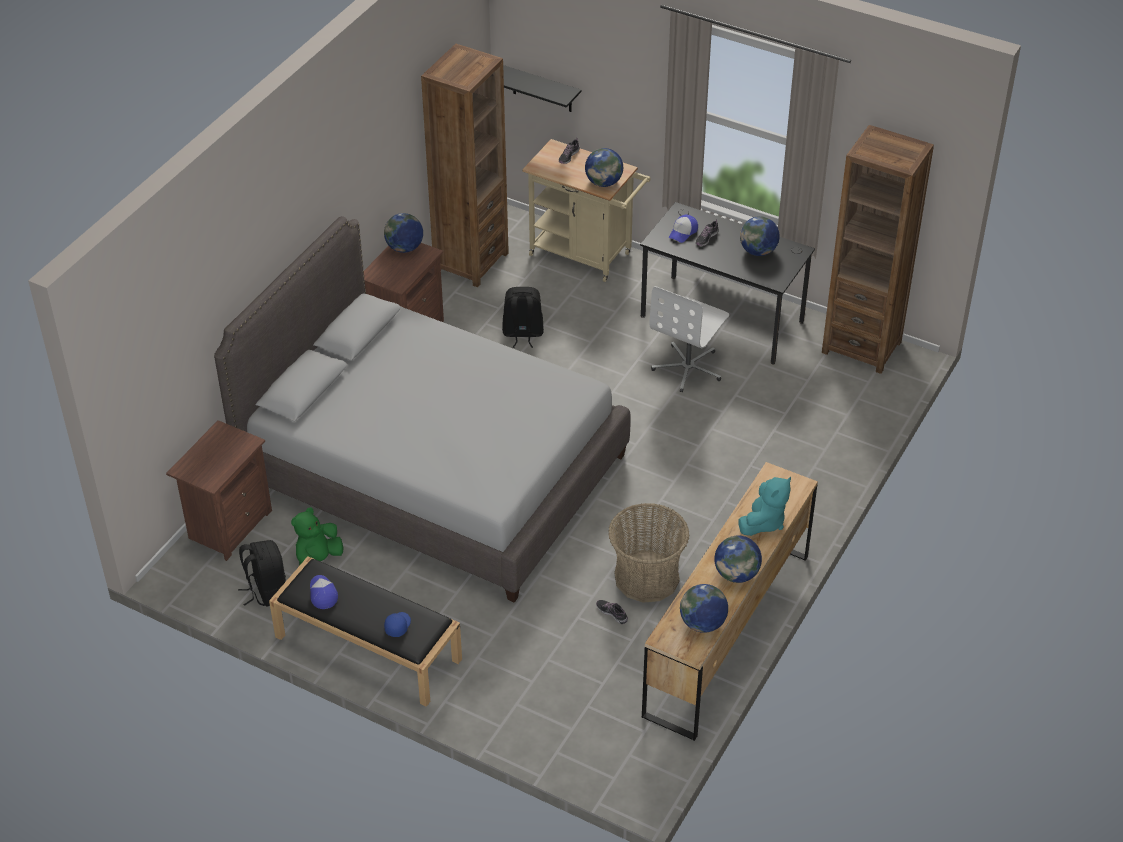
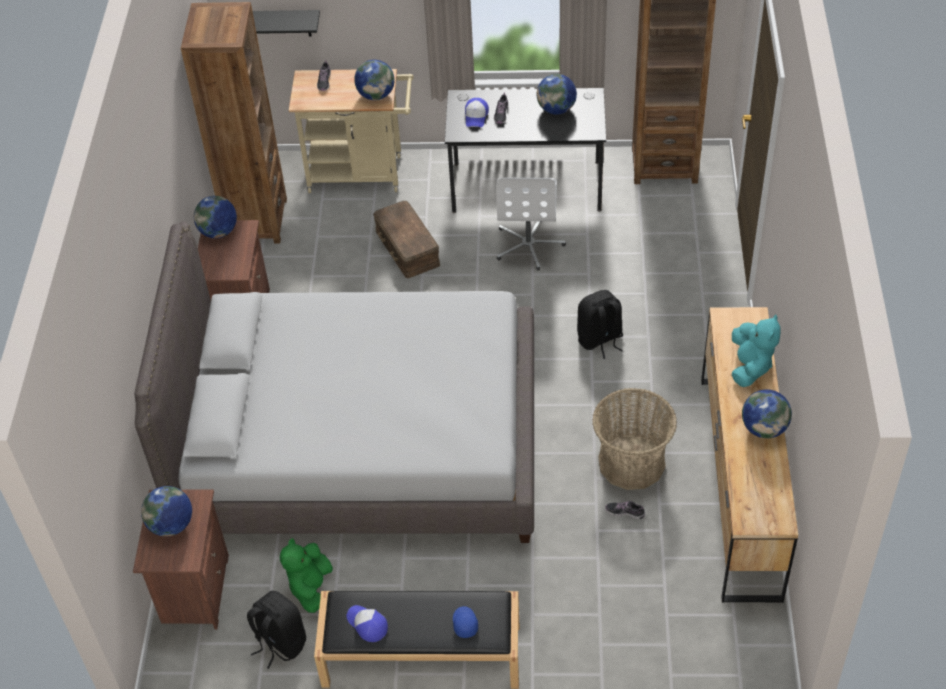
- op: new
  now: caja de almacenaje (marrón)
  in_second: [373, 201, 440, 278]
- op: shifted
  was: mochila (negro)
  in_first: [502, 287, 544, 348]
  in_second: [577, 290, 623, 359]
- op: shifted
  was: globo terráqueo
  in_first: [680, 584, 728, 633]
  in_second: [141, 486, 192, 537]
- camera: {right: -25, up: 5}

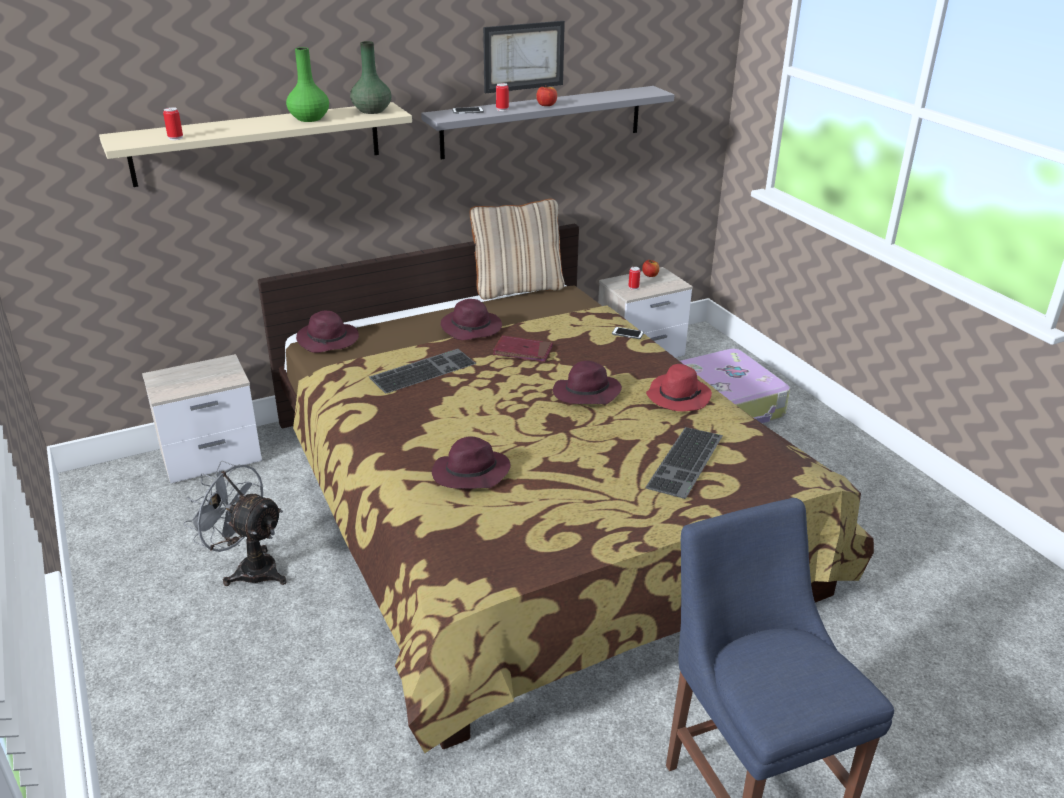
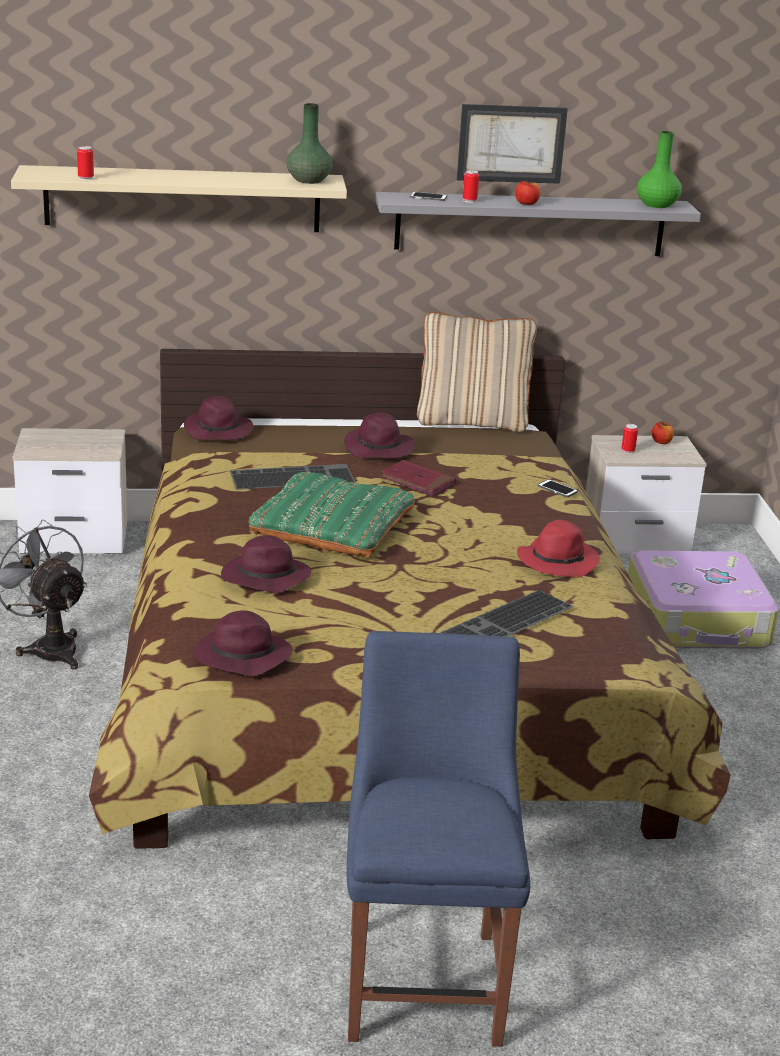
- op: new
  now: cojín (verde)
  in_second: [248, 472, 415, 558]
- op: shifted
  was: florero (verde)
  in_first: [286, 47, 329, 122]
  in_second: [637, 131, 682, 208]
- op: shifted
  was: sombrero (morado)
  in_first: [553, 361, 622, 404]
  in_second: [193, 611, 293, 676]
- camera: {right: 20, up: -5}

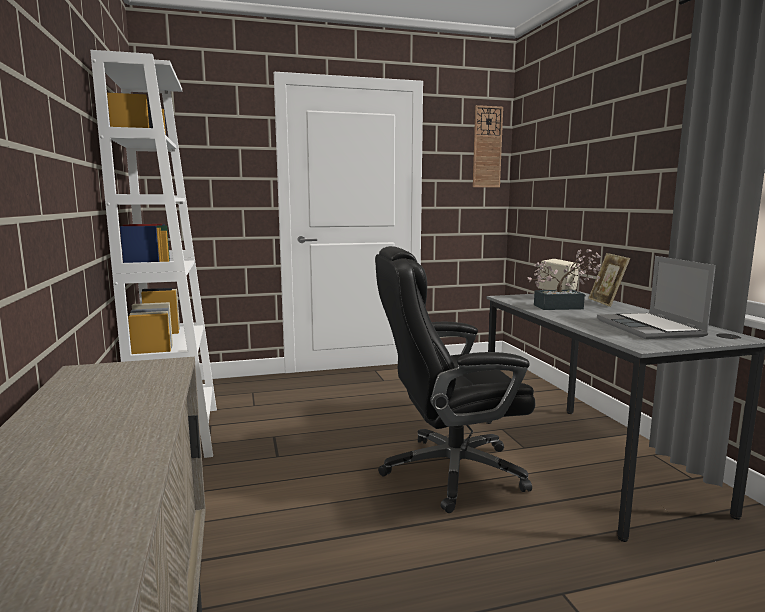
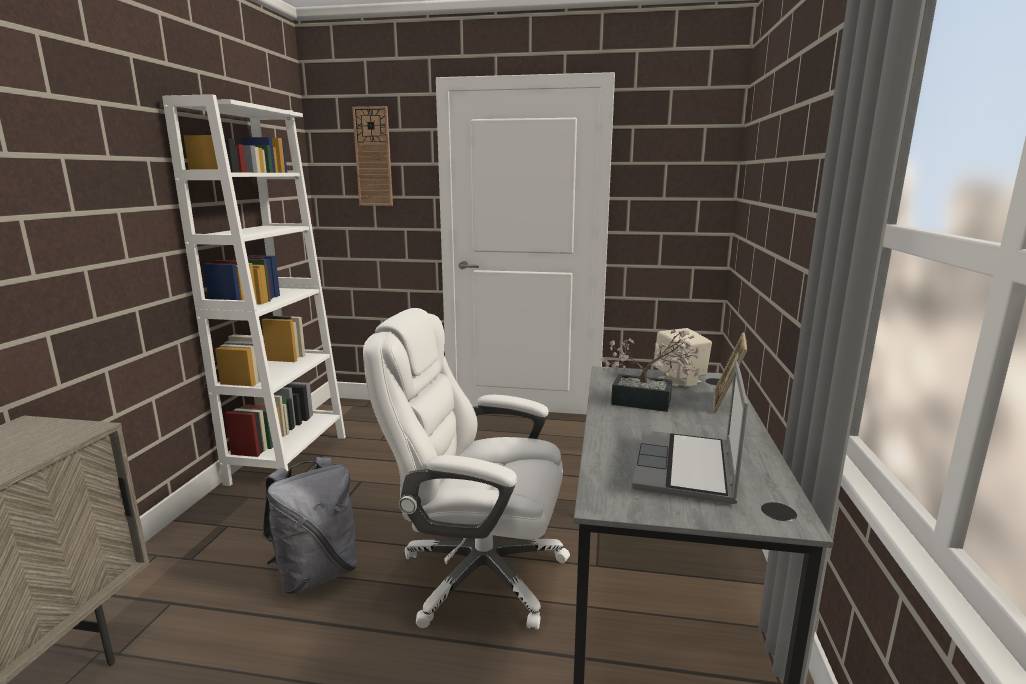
- op: new
  now: mochila (gris)
  in_second: [262, 457, 357, 594]
- op: shifted
  was: reloj de pared
  in_first: [473, 105, 503, 187]
  in_second: [352, 106, 393, 206]
- op: repainted
  was: silla de oficina (negro)
  now: silla de oficina (blanco)
  in_first: [375, 246, 535, 513]
  in_second: [363, 308, 570, 630]
- camera: {right: 25, up: 5}

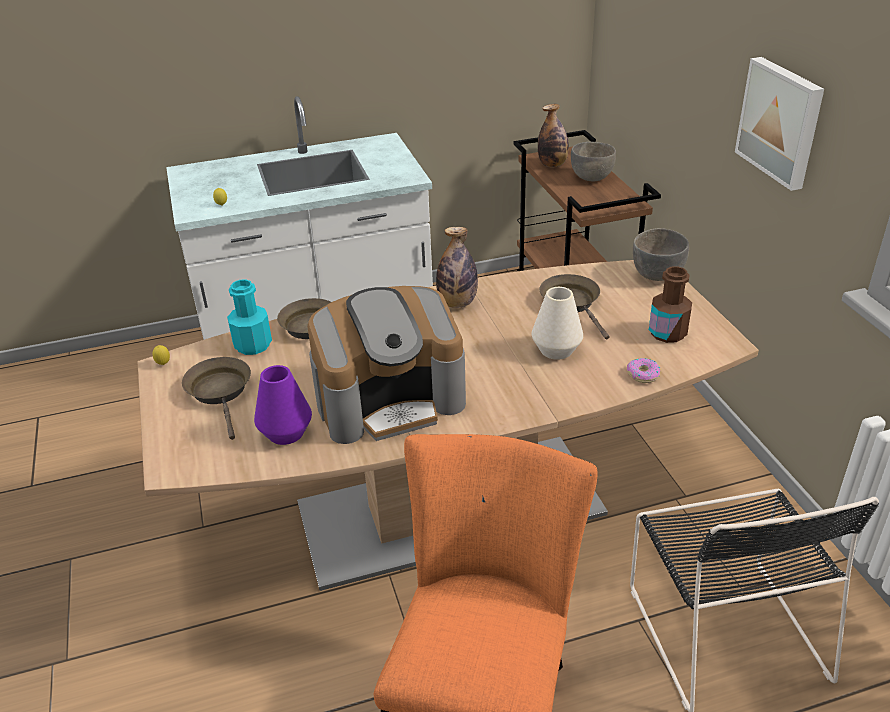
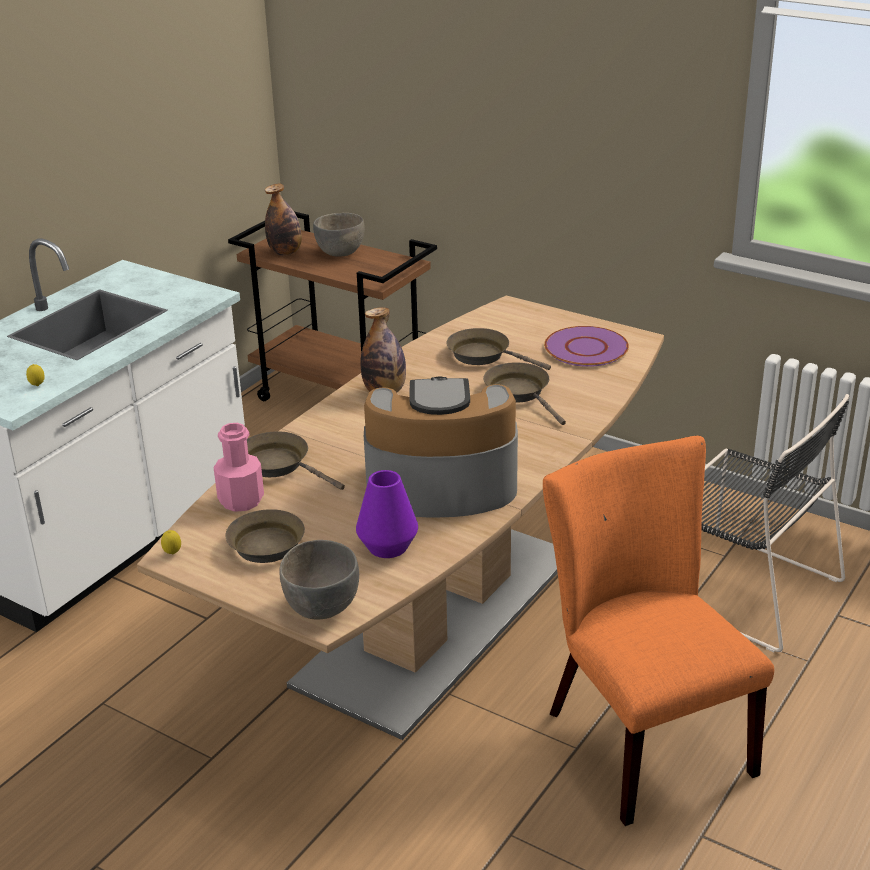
- op: gone
  was: rosquilla
  in_first: [627, 358, 660, 383]
- op: gone
  was: cuadro
  in_first: [735, 57, 824, 191]
- op: shifted
  was: cuenco (gris)
  in_first: [633, 228, 689, 281]
  in_second: [280, 540, 359, 619]
- op: swapped
  was: florero (blanco)
  now: sartén (marrón)
  in_first: [532, 287, 583, 360]
  in_second: [483, 362, 566, 425]
- op: swapped
  was: botella (marrón)
  now: plato (morado)
  in_first: [649, 266, 692, 343]
  in_second: [544, 326, 629, 367]
- op: repainted
  was: botella (turquesa)
  now: botella (rosa)
  in_first: [227, 279, 272, 355]
  in_second: [213, 423, 264, 512]
- op: rotated
  was: cafetera
  in_first: [307, 286, 466, 444]
  in_second: [364, 377, 518, 518]
  clockwise: -120
- camera: {right: -40, up: -5}

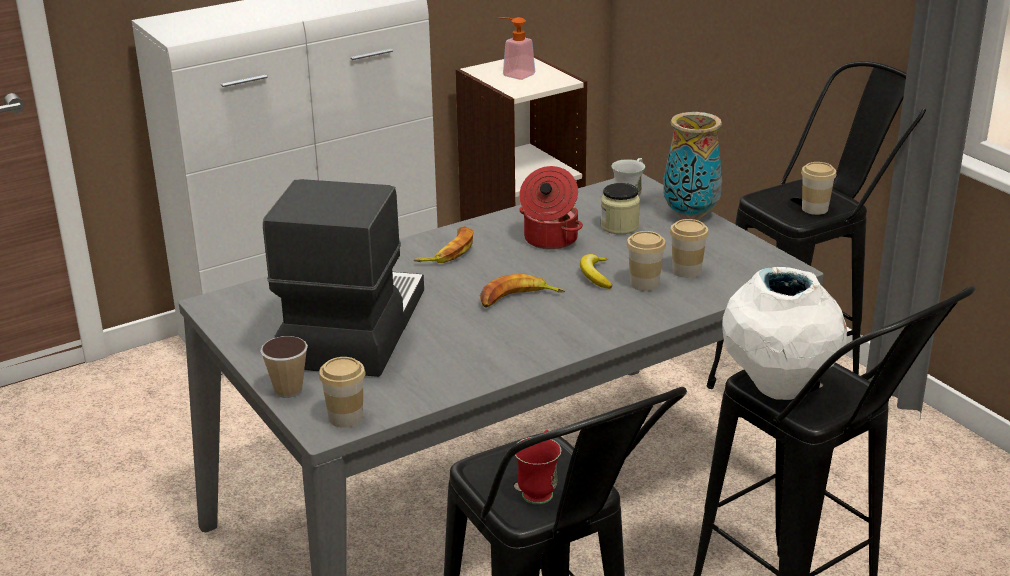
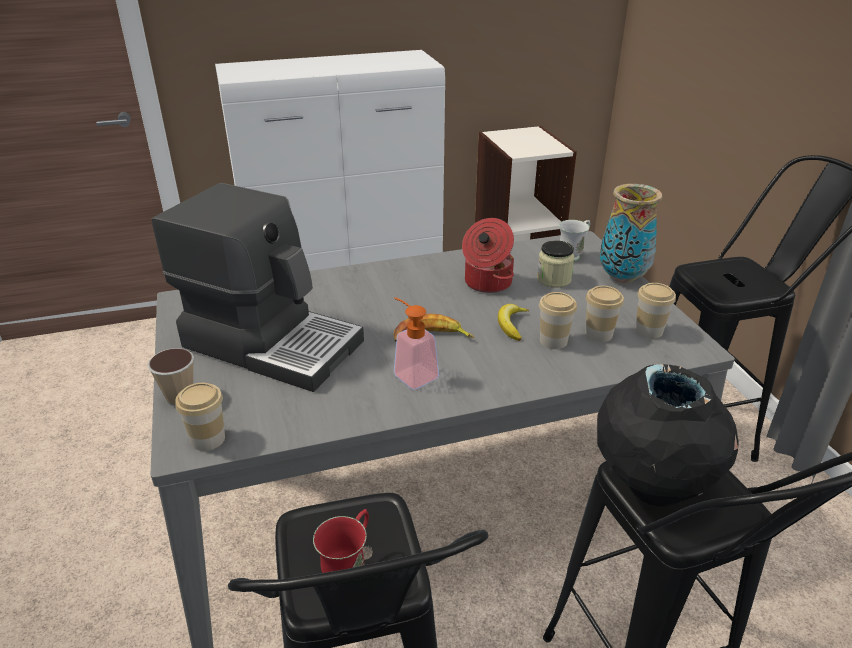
- op: gone
  was: plátano
  in_first: [414, 226, 473, 263]
- op: shifted
  was: dispensador de jabón
  in_first: [499, 17, 535, 80]
  in_second: [394, 297, 439, 390]
- op: shifted
  was: taza
  in_first: [801, 162, 837, 215]
  in_second: [635, 283, 676, 339]
- op: repainted
  was: florero (blanco)
  now: florero (negro)
  in_first: [722, 267, 847, 400]
  in_second: [597, 364, 739, 507]
- op: rotated
  was: cafetera
  in_first: [263, 179, 424, 377]
  in_second: [152, 183, 364, 392]
  clockwise: 90
- camera: {right: 15, up: 5}

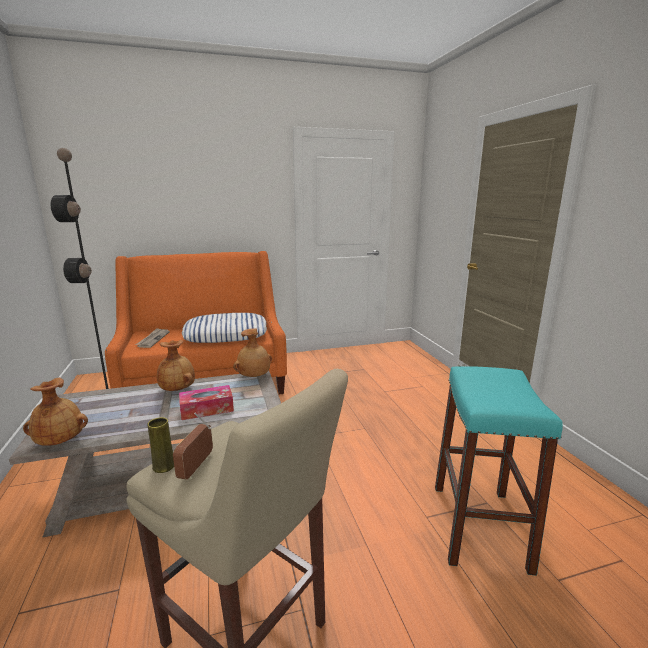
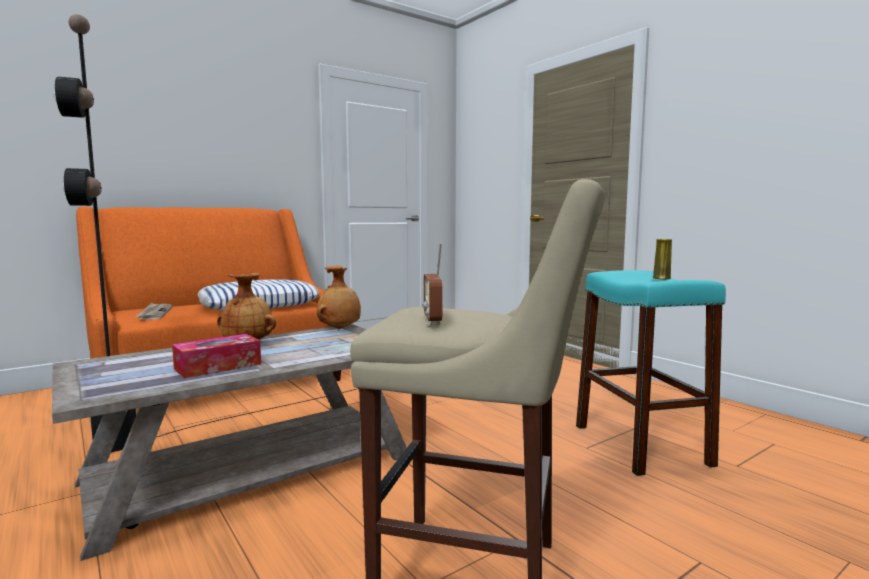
- op: gone
  was: florero (marrón)
  in_first: [23, 378, 88, 446]
- op: shifted
  was: florero (amarillo)
  in_first: [147, 417, 174, 473]
  in_second: [653, 239, 672, 279]
- op: shifted
  was: caja de pañuelos
  in_first: [179, 385, 234, 420]
  in_second: [172, 334, 261, 378]
- camera: {right: -20, up: -10}

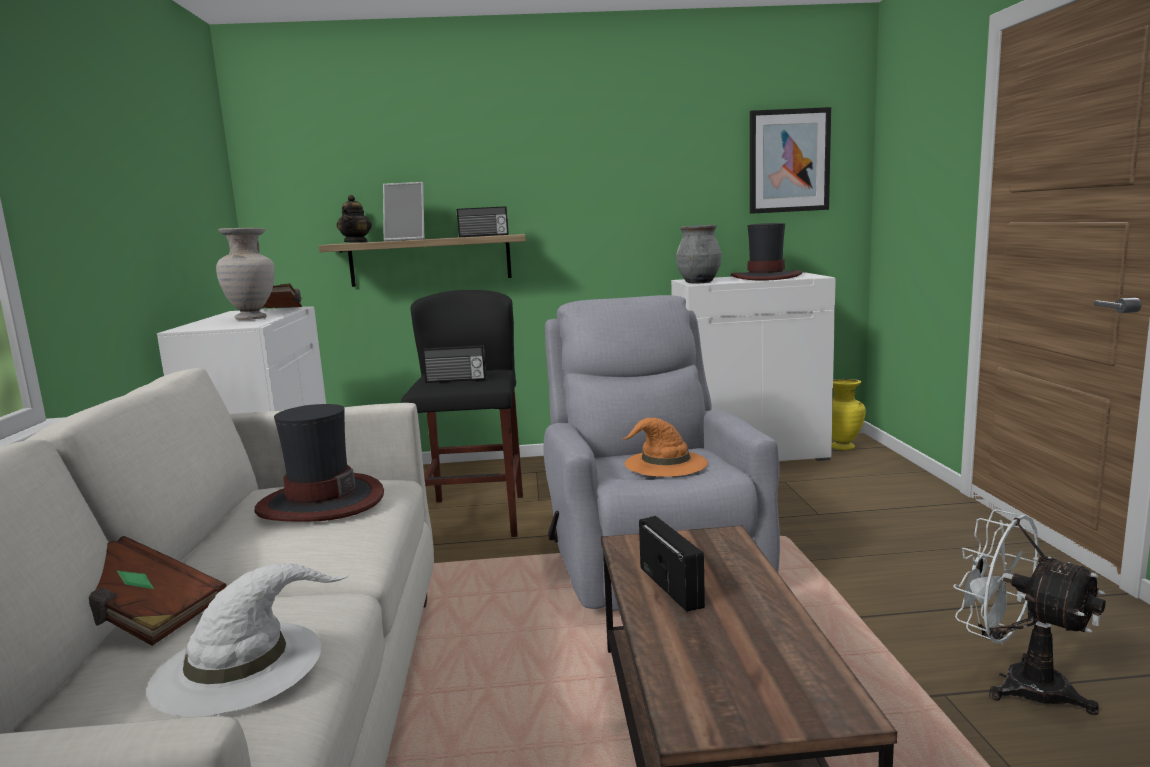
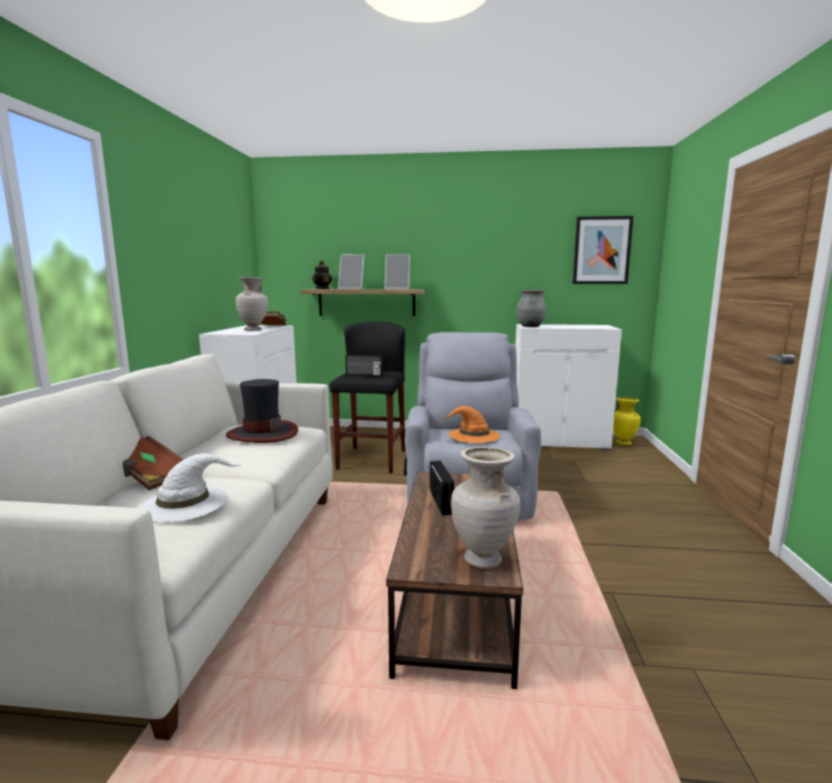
- op: gone
  was: sombrero
  in_first: [731, 223, 802, 281]
- op: gone
  was: ventilador (blanco)
  in_first: [953, 509, 1106, 715]
- op: new
  now: florero (beis)
  in_second: [451, 447, 520, 569]
- op: swapped
  was: radio
  now: portarretratos
  in_first: [457, 206, 509, 237]
  in_second: [385, 254, 410, 290]
- camera: {right: 10, up: 0}

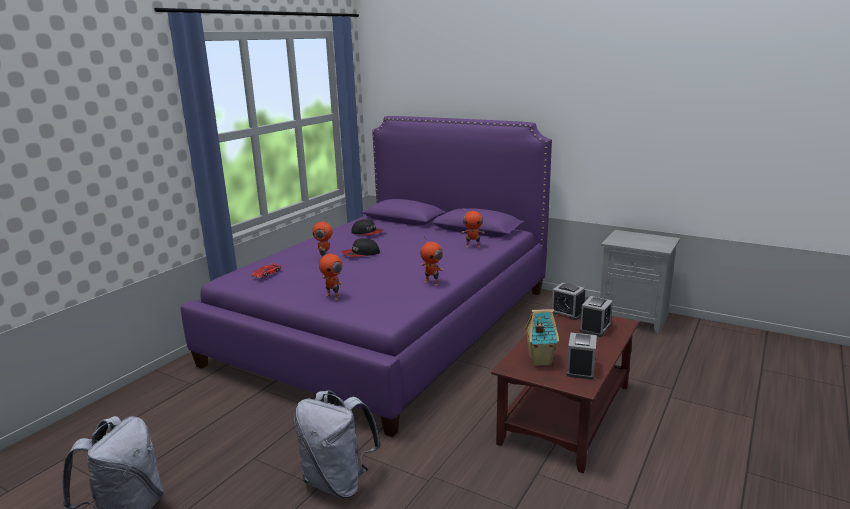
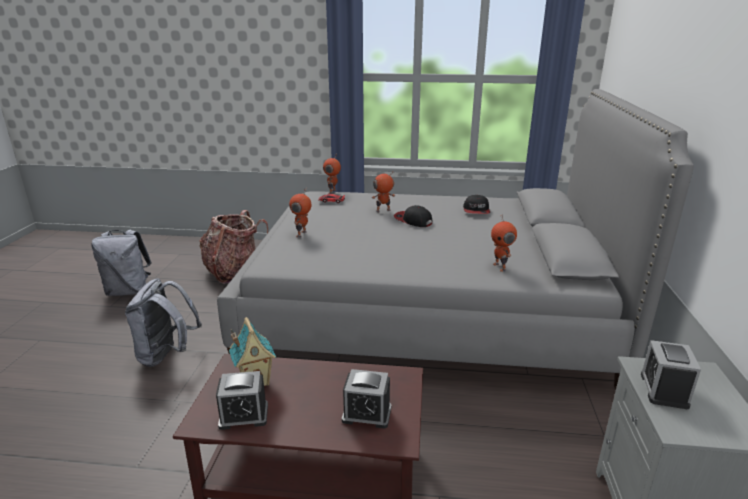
- op: new
  now: mochila
  in_second: [200, 210, 268, 284]
- op: shifted
  was: robot de juguete
  in_first: [420, 236, 443, 286]
  in_second: [323, 154, 341, 194]
- op: shifted
  was: despertador
  in_first: [552, 283, 585, 320]
  in_second: [641, 340, 701, 409]
- op: repainted
  was: cama (morado)
  now: cama (gris)
  in_first: [180, 116, 552, 437]
  in_second: [217, 89, 694, 389]
- camera: {right: 65, up: 5}

